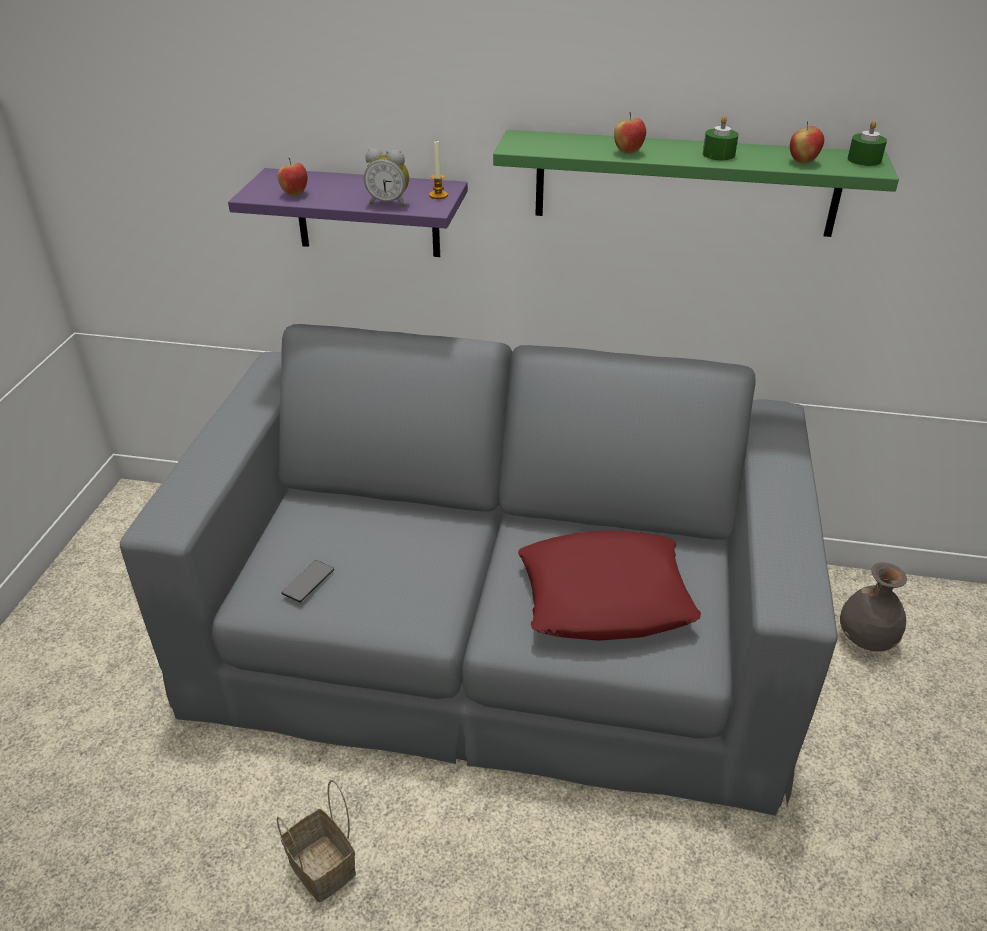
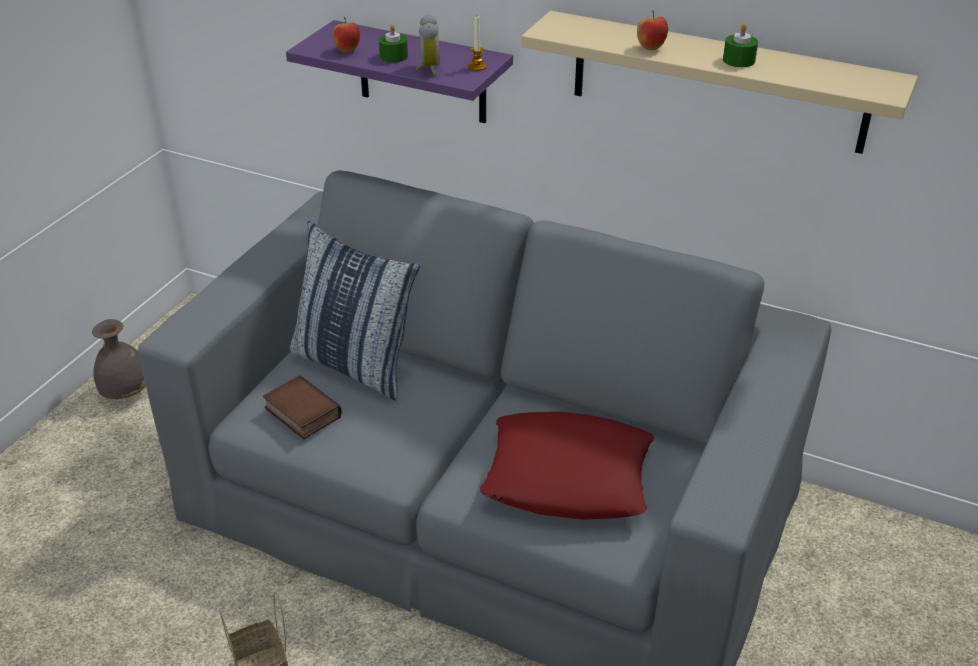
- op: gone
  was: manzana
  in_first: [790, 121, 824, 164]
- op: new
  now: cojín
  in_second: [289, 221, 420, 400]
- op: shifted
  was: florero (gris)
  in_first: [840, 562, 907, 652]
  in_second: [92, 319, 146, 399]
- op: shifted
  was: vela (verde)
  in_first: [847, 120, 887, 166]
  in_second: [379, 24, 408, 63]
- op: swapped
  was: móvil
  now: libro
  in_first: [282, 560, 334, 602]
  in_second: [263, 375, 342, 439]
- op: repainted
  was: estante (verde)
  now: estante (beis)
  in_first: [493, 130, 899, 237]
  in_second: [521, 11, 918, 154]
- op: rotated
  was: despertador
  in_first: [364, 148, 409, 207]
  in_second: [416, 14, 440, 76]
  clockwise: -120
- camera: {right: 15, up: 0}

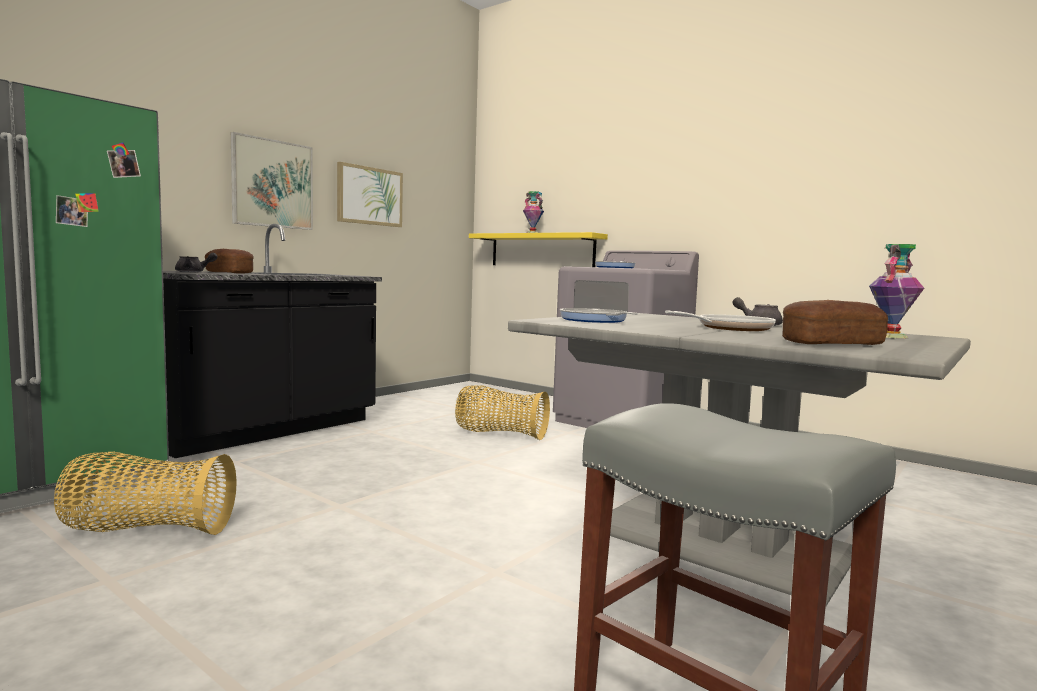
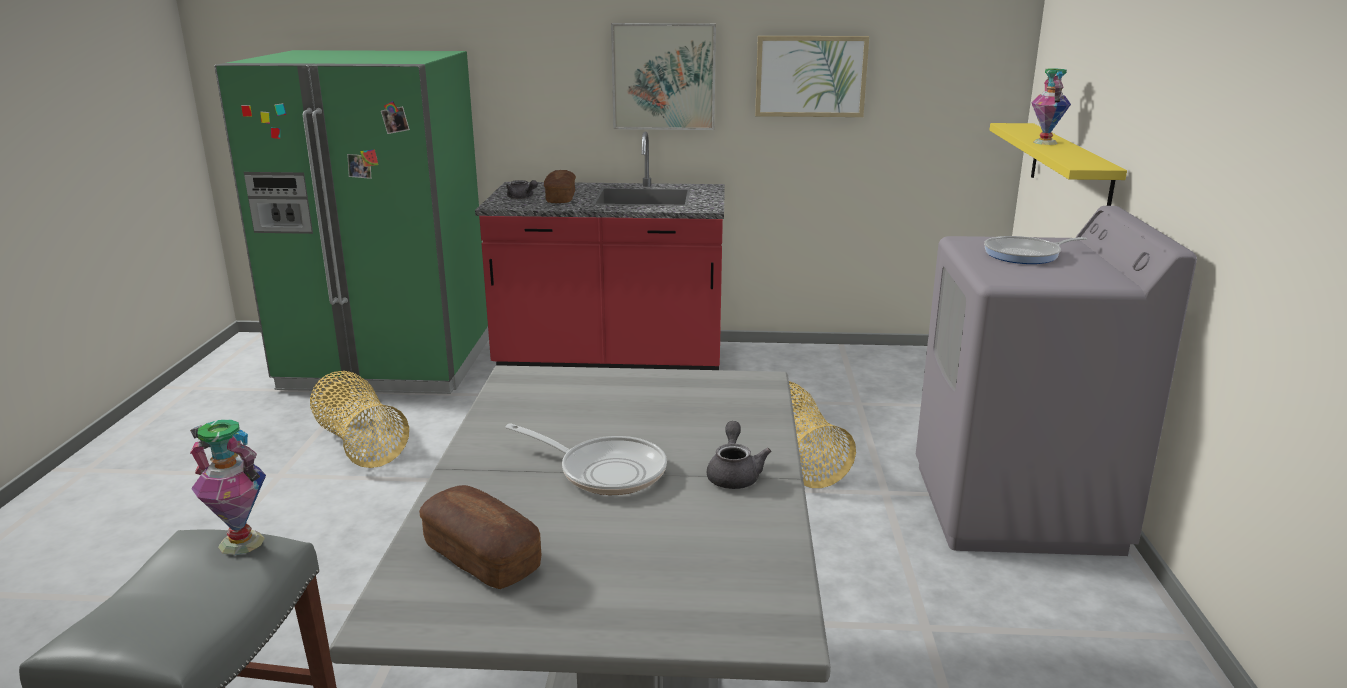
- op: gone
  was: sartén
  in_first: [560, 308, 638, 323]
- op: shifted
  was: florero
  in_first: [869, 244, 924, 339]
  in_second: [190, 420, 266, 555]
- op: repainted
  was: mueble bajo de cocina (negro)
  now: mueble bajo de cocina (rojo)
  in_first: [163, 224, 382, 458]
  in_second: [475, 131, 725, 370]
- camera: {right: 55, up: 15}

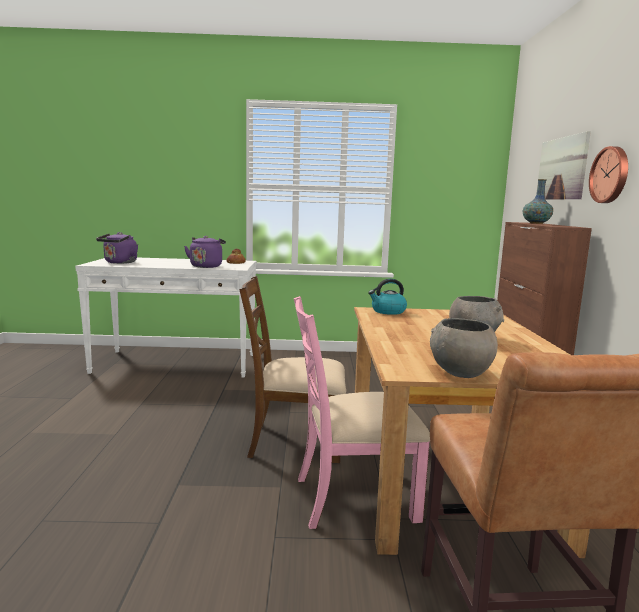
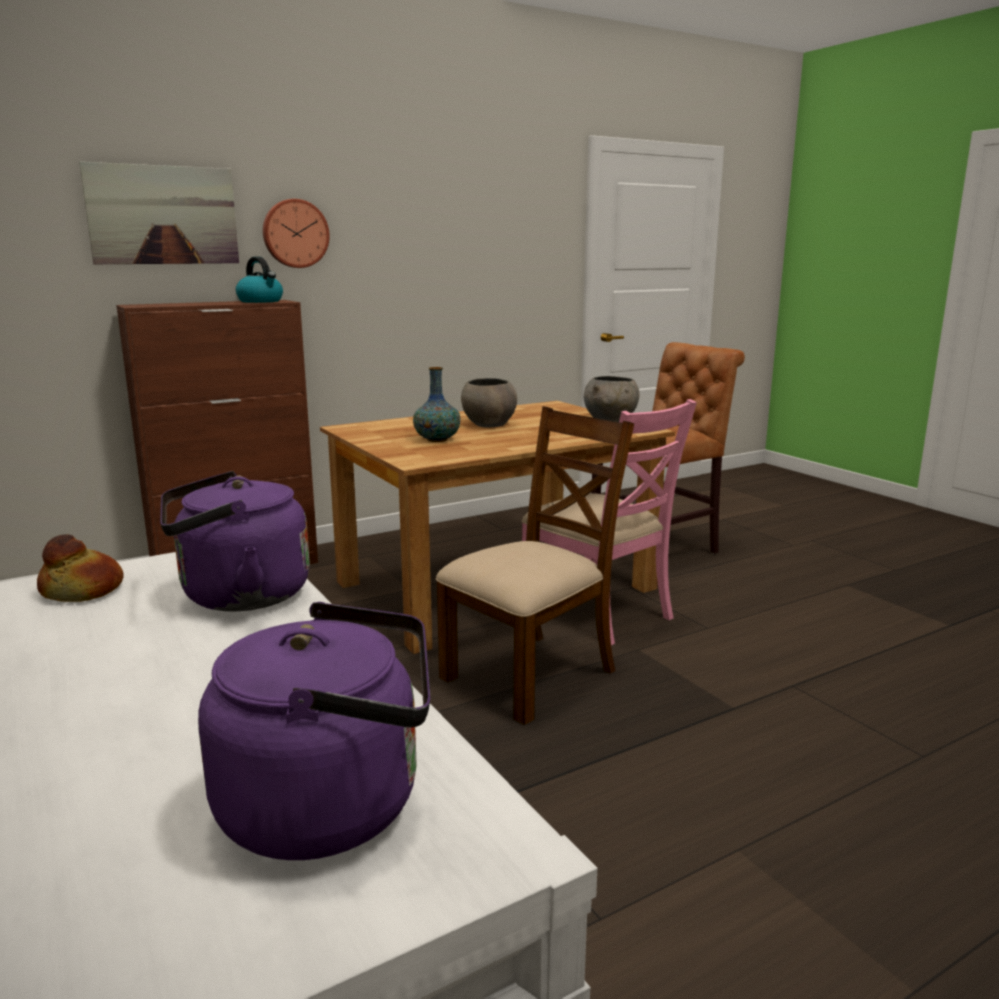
- op: shifted
  was: hervidor
  in_first: [368, 279, 407, 315]
  in_second: [236, 256, 283, 303]
- op: shifted
  was: florero
  in_first: [523, 179, 553, 224]
  in_second: [413, 367, 460, 442]
- op: rotated
  was: silla (marrón)
  in_first: [239, 276, 346, 463]
  in_second: [436, 406, 634, 725]
  clockwise: -105
- camera: {right: -120, up: 5}

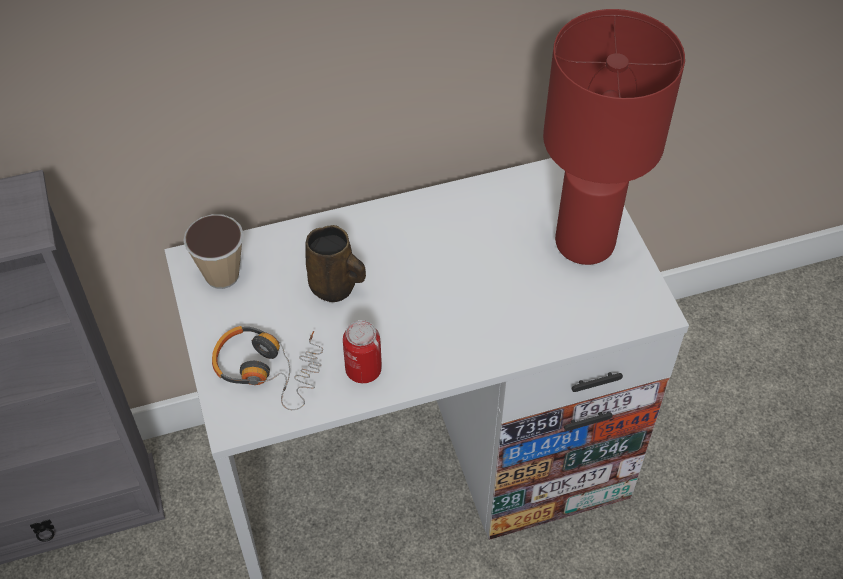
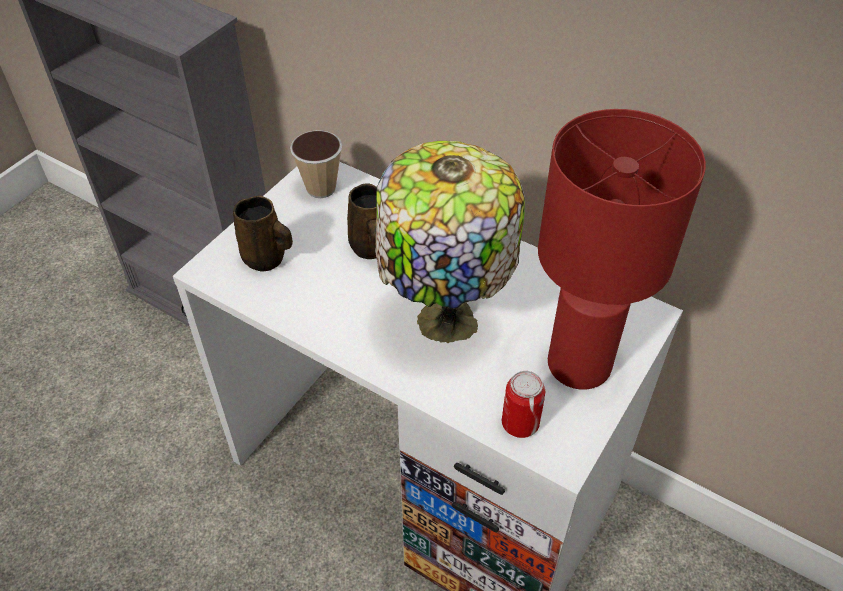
- op: new
  now: lámpara de mesa
  in_second: [375, 141, 525, 343]
- op: shifted
  was: lata
  in_first: [343, 320, 382, 383]
  in_second: [502, 371, 545, 438]
- op: swapped
  was: auriculares
  now: taza grande (marrón)
  in_first: [212, 326, 323, 410]
  in_second: [233, 195, 293, 272]
- camera: {right: 50, up: -5}

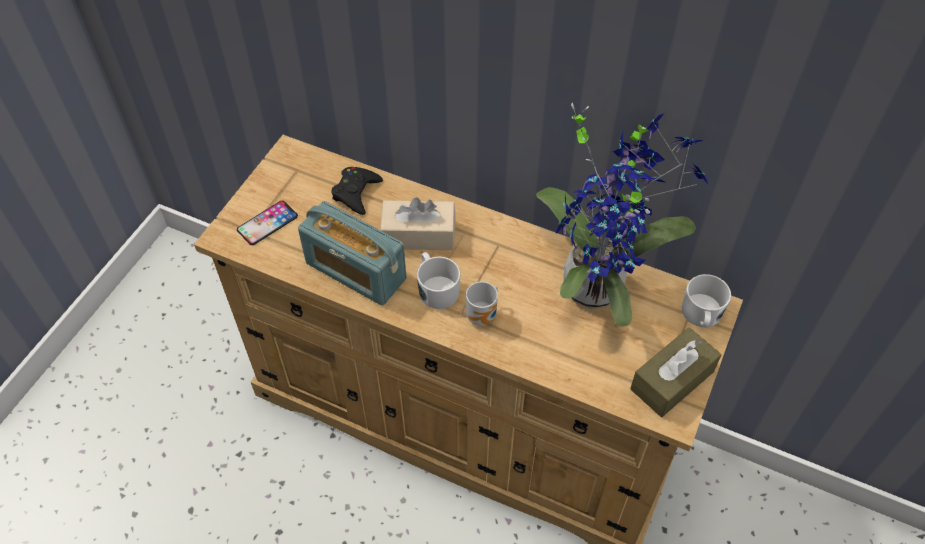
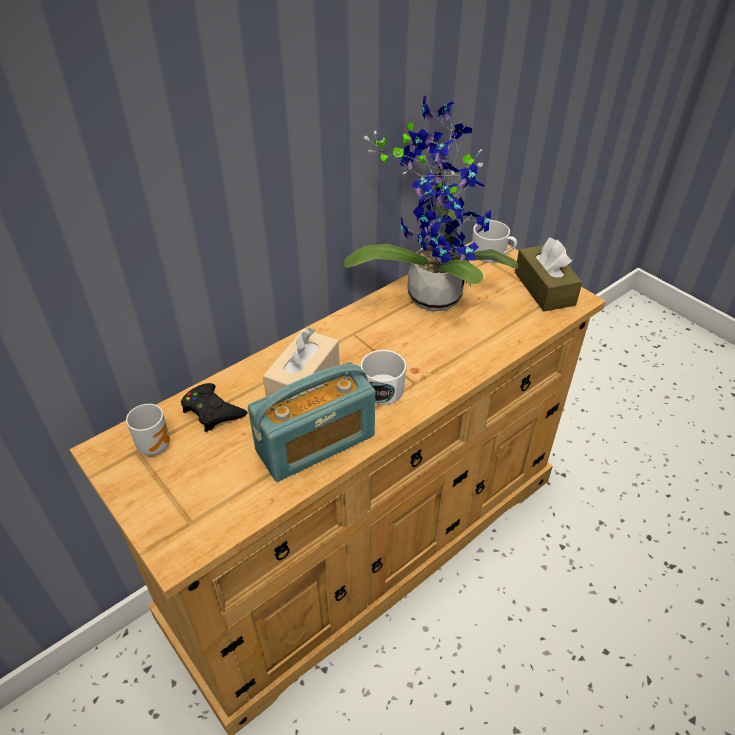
- op: gone
  was: móvil
  in_first: [237, 201, 298, 245]
- op: shifted
  was: taza grande
  in_first: [466, 281, 498, 326]
  in_second: [126, 404, 170, 455]
- camera: {right: -65, up: -10}

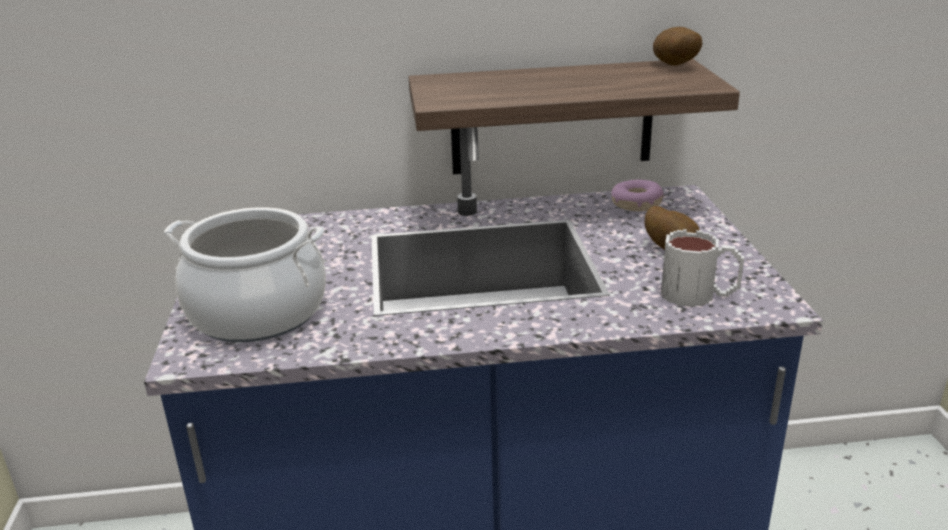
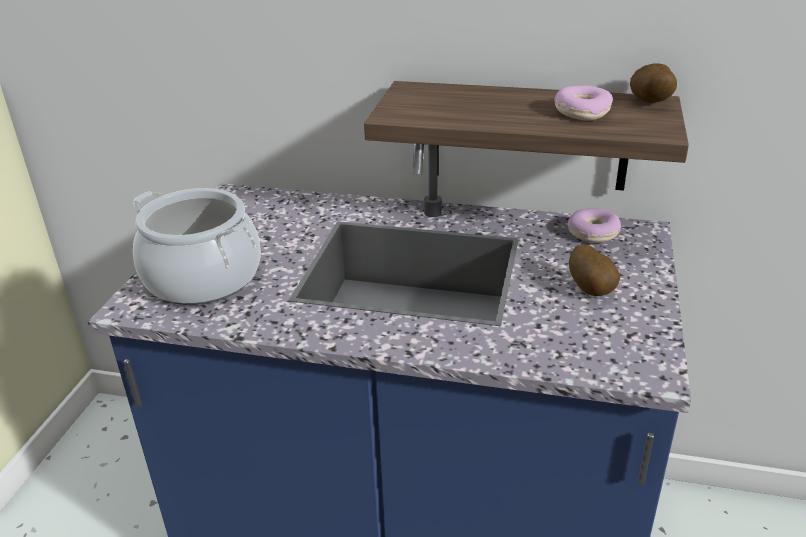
- op: gone
  was: taza grande
  in_first: [661, 229, 744, 307]
- op: new
  now: rosquilla
  in_second: [554, 86, 613, 121]
- camera: {right: 20, up: 5}

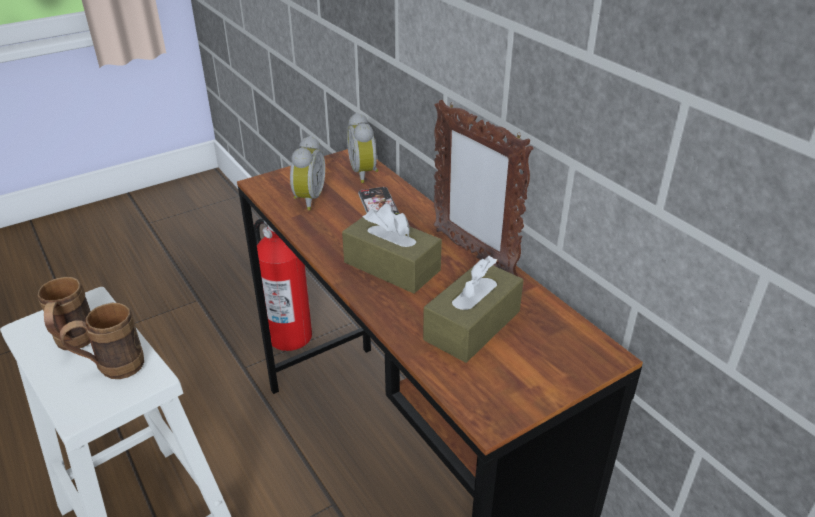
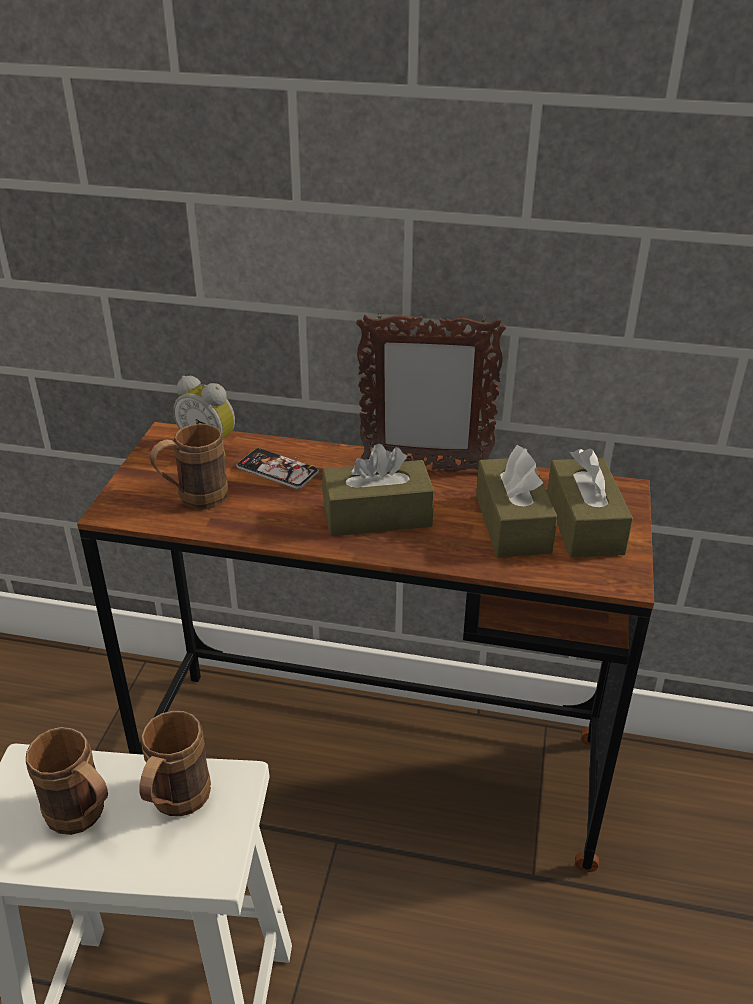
- op: gone
  was: extintor
  in_first: [254, 218, 312, 351]
- op: new
  now: caja de pañuelos (marrón)
  in_second: [547, 449, 633, 557]
- op: swapped
  was: despertador
  now: taza grande (marrón)
  in_first: [290, 136, 325, 210]
  in_second: [150, 424, 228, 509]
- camera: {right: -45, up: 0}

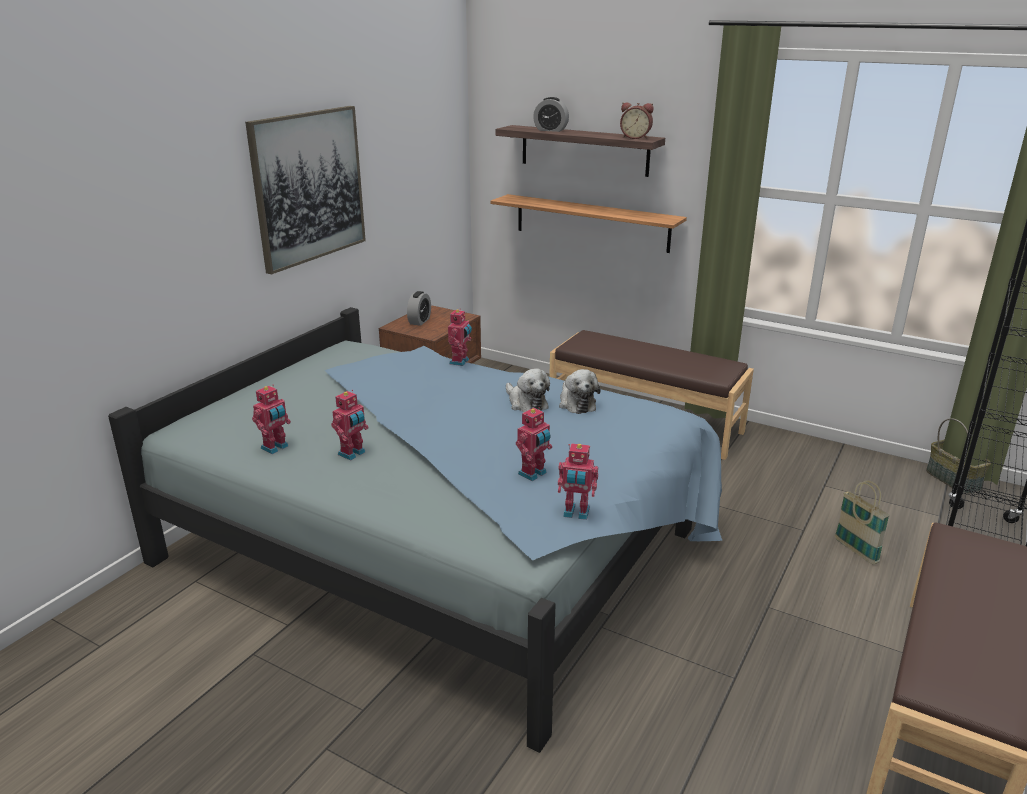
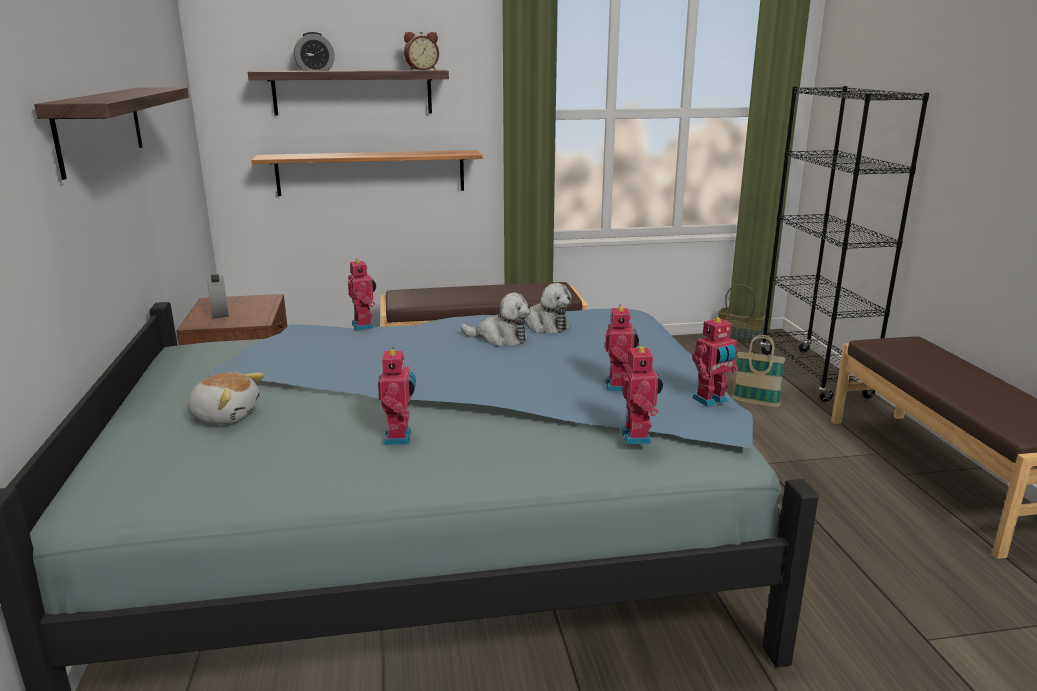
- op: new
  now: peluche
  in_second: [188, 372, 264, 425]
- op: shifted
  was: robot de juguete
  in_first: [252, 385, 291, 454]
  in_second: [621, 344, 663, 444]
- op: swapped
  was: cuadro
  now: estante
  in_first: [245, 106, 366, 275]
  in_second: [34, 87, 189, 180]
- camera: {right: -40, up: -5}

